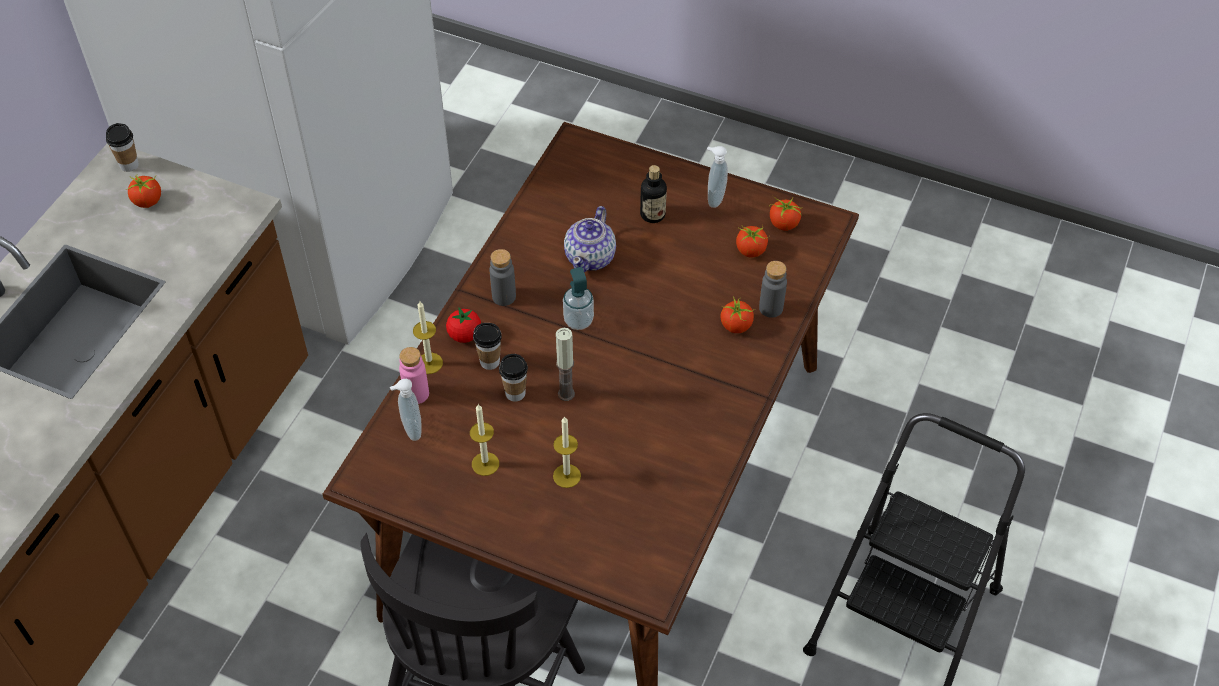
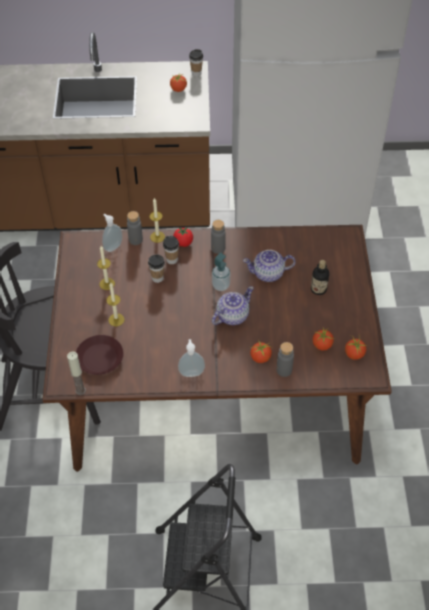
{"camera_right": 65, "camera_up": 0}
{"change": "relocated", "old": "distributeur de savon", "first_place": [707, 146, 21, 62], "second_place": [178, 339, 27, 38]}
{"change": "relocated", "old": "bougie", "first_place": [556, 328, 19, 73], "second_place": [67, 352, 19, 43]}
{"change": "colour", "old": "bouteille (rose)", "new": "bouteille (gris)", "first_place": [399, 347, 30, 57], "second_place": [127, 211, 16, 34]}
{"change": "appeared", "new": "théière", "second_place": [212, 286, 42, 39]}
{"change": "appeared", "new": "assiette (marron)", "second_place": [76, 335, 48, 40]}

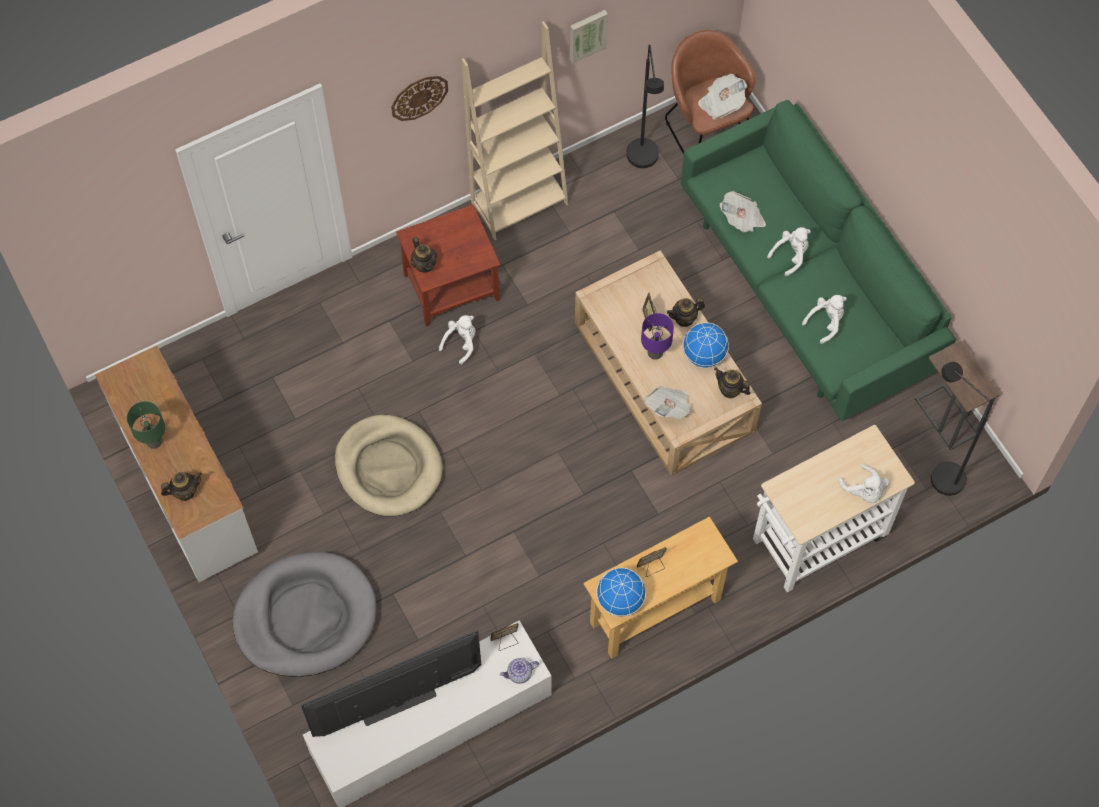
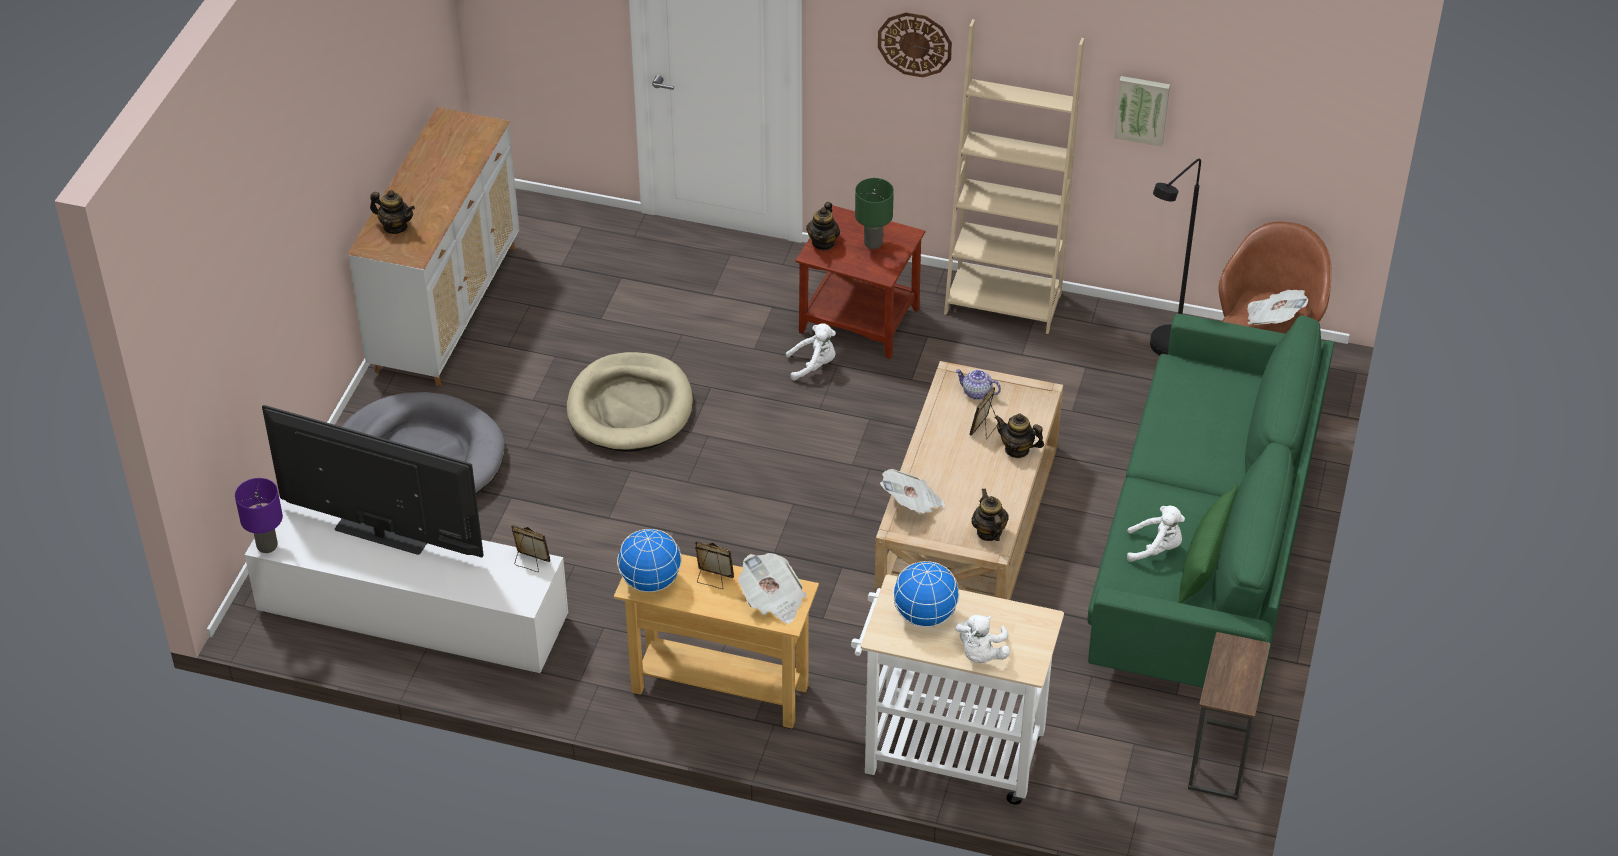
{"camera_right": 45, "camera_up": -20}
{"change": "relocated", "old": "journal", "first_place": [720, 191, 46, 41], "second_place": [738, 553, 69, 71]}
{"change": "missing", "old": "peluche (blanc)", "first_place": [767, 227, 44, 49]}
{"change": "relocated", "old": "lampe de table (violet)", "first_place": [641, 313, 33, 47], "second_place": [235, 478, 48, 75]}
{"change": "relocated", "old": "globe", "first_place": [683, 322, 46, 46], "second_place": [893, 561, 67, 66]}
{"change": "missing", "old": "lampadaire (noir)", "first_place": [931, 362, 61, 134]}
{"change": "relocated", "old": "lampe de table (vert)", "first_place": [127, 401, 38, 48], "second_place": [855, 178, 39, 71]}
{"change": "relocated", "old": "théière", "first_place": [500, 658, 39, 26], "second_place": [955, 369, 46, 31]}
{"change": "appeared", "new": "coussin (vert)", "second_place": [1179, 485, 59, 118]}

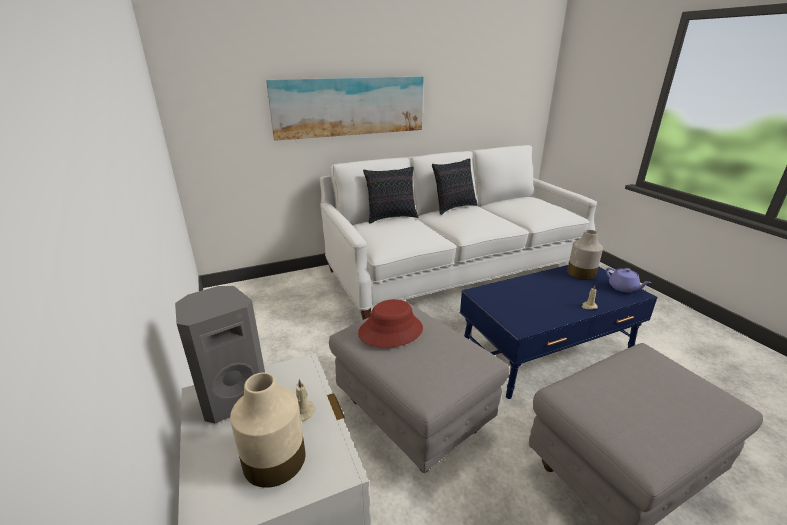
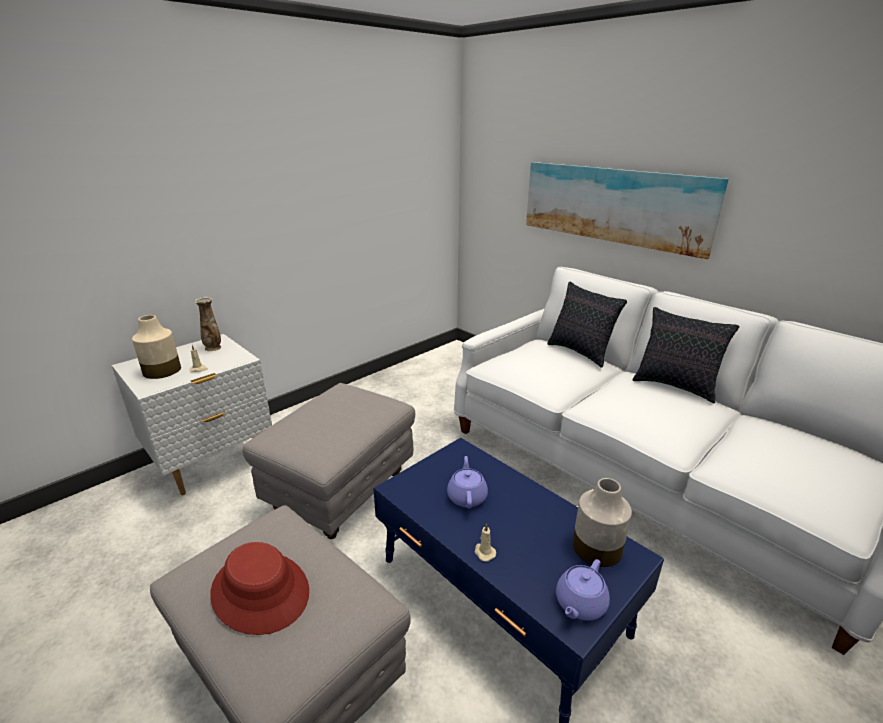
{"camera_right": 70, "camera_up": 0}
{"change": "exchanged", "old": "enceinte (gris)", "new": "vase", "first_place": [175, 286, 90, 138], "second_place": [194, 297, 27, 54]}
{"change": "relocated", "old": "chapeau (rouge)", "first_place": [358, 299, 65, 49], "second_place": [210, 542, 99, 93]}
{"change": "appeared", "new": "théière (violet)", "second_place": [447, 456, 41, 53]}

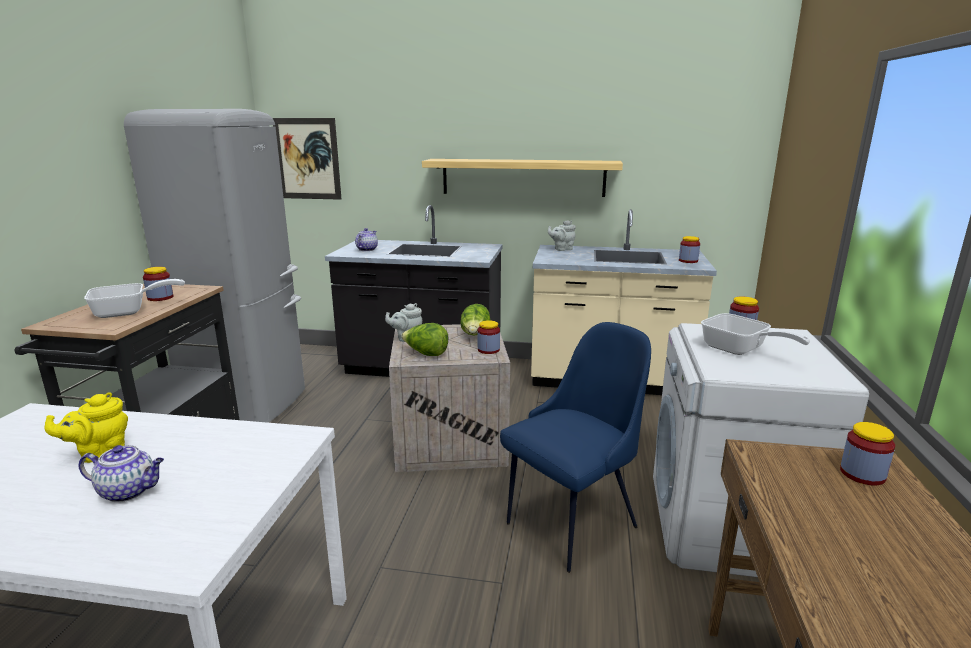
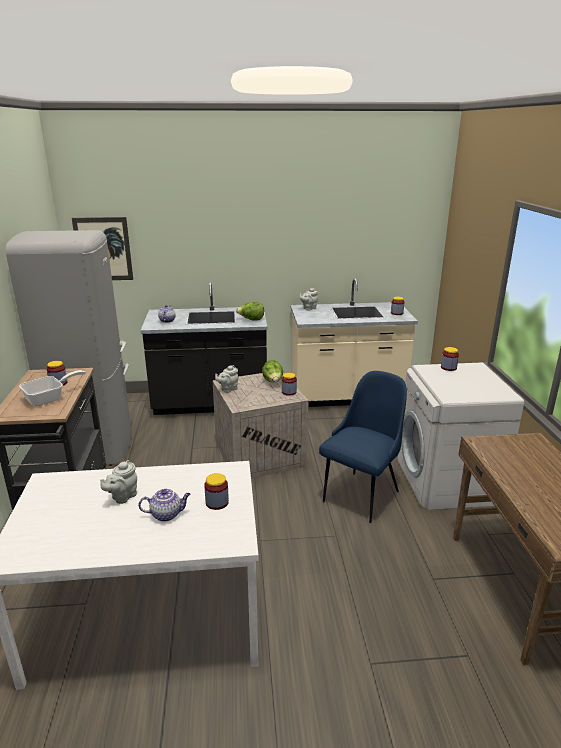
{"camera_right": -15, "camera_up": 5}
{"change": "missing", "old": "étagère", "first_place": [422, 159, 201, 38]}
{"change": "missing", "old": "poêle", "first_place": [701, 313, 109, 42]}
{"change": "relocated", "old": "laitue", "first_place": [401, 323, 47, 33], "second_place": [236, 302, 28, 19]}
{"change": "colour", "old": "théière (jaune)", "new": "théière (gris)", "first_place": [45, 392, 83, 71], "second_place": [100, 460, 37, 44]}
{"change": "relocated", "old": "bocal", "first_place": [840, 422, 55, 63], "second_place": [204, 473, 25, 37]}

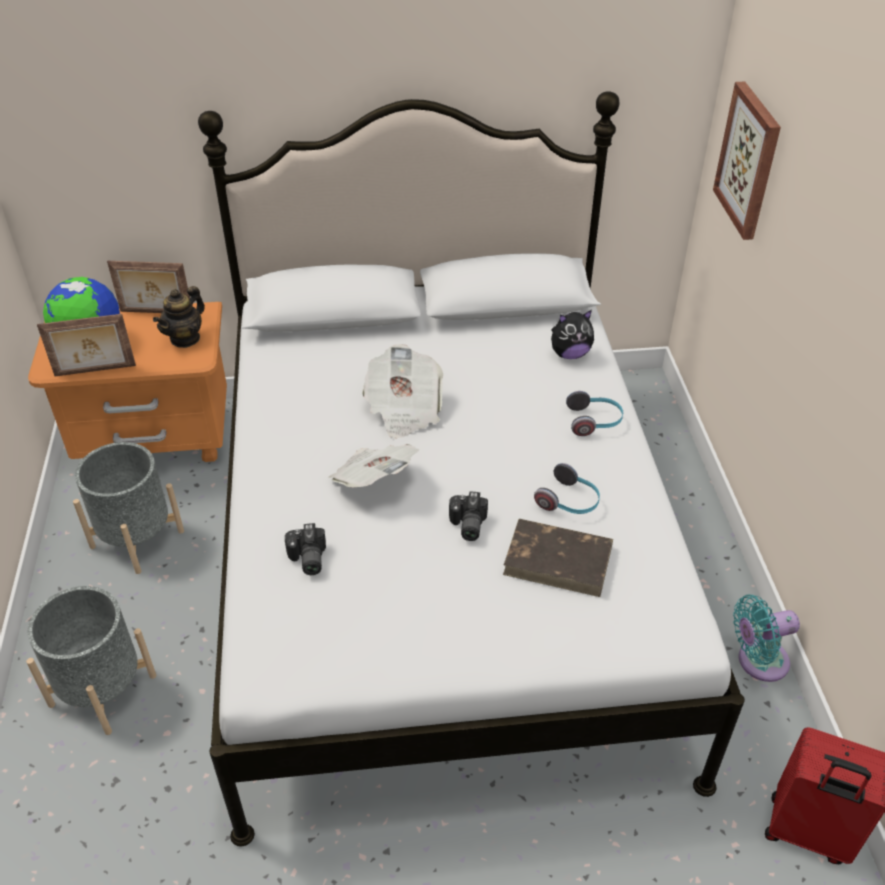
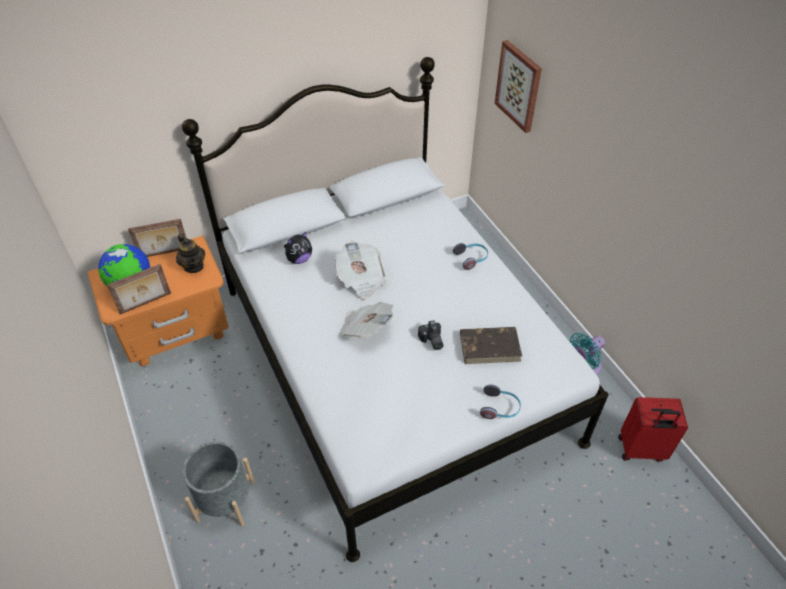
{"camera_right": -20, "camera_up": 5}
{"change": "spun", "old": "théière", "first_place": [153, 286, 52, 62], "second_place": [176, 234, 29, 39], "degrees": -45}
{"change": "relocated", "old": "peluche", "first_place": [551, 310, 43, 49], "second_place": [284, 232, 28, 32]}
{"change": "missing", "old": "cache-pot (gris)", "first_place": [73, 442, 111, 132]}
{"change": "relocated", "old": "casque audio", "first_place": [534, 463, 66, 51], "second_place": [480, 385, 41, 34]}
{"change": "missing", "old": "appareil photo", "first_place": [285, 523, 41, 52]}

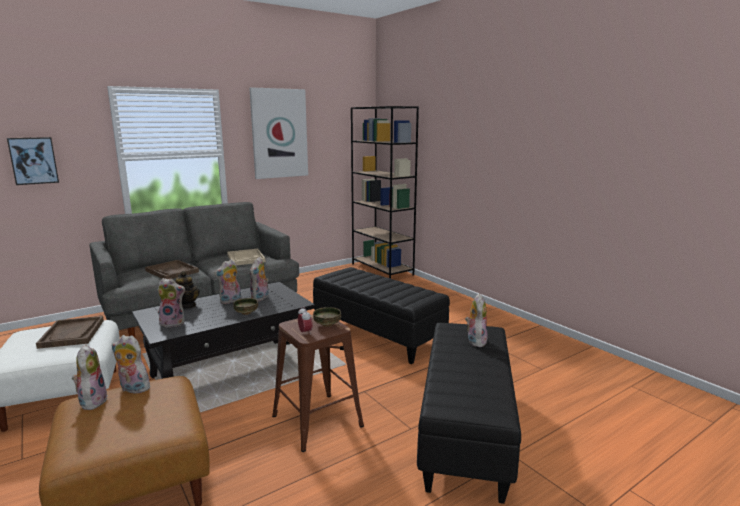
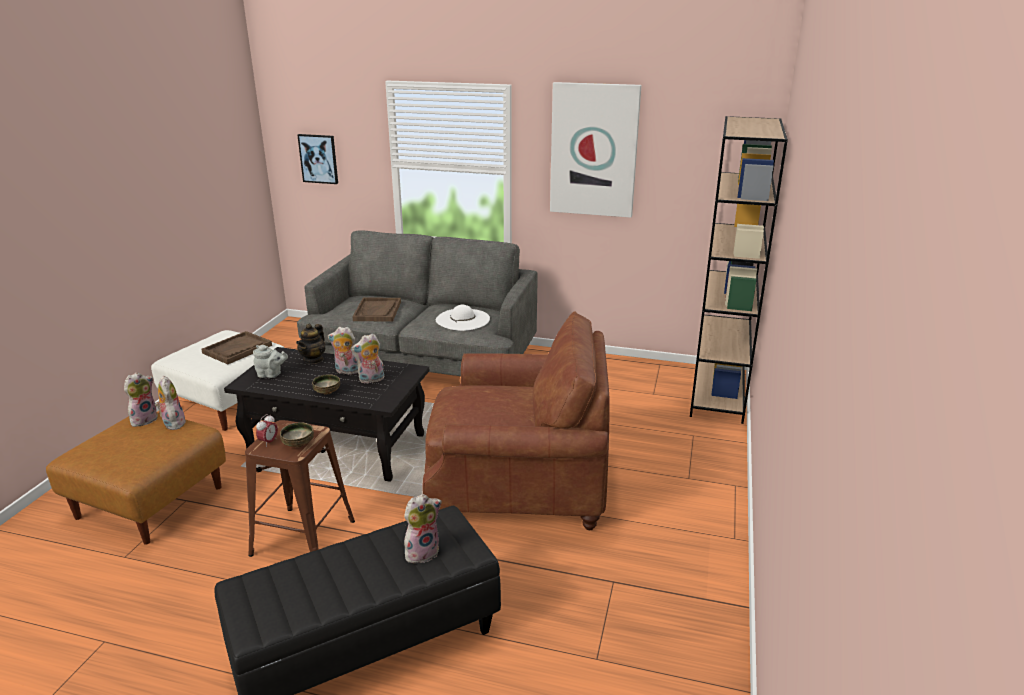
{"camera_right": 50, "camera_up": 10}
{"change": "exchanged", "old": "plateau (beige)", "new": "chapeau (blanc)", "first_place": [227, 249, 39, 16], "second_place": [436, 305, 54, 26]}
{"change": "exchanged", "old": "pouf (noir)", "new": "fauteuil (marron)", "first_place": [313, 267, 137, 97], "second_place": [422, 311, 188, 219]}
{"change": "exchanged", "old": "peluche", "new": "théière (gris)", "first_place": [158, 278, 27, 49], "second_place": [253, 345, 35, 33]}

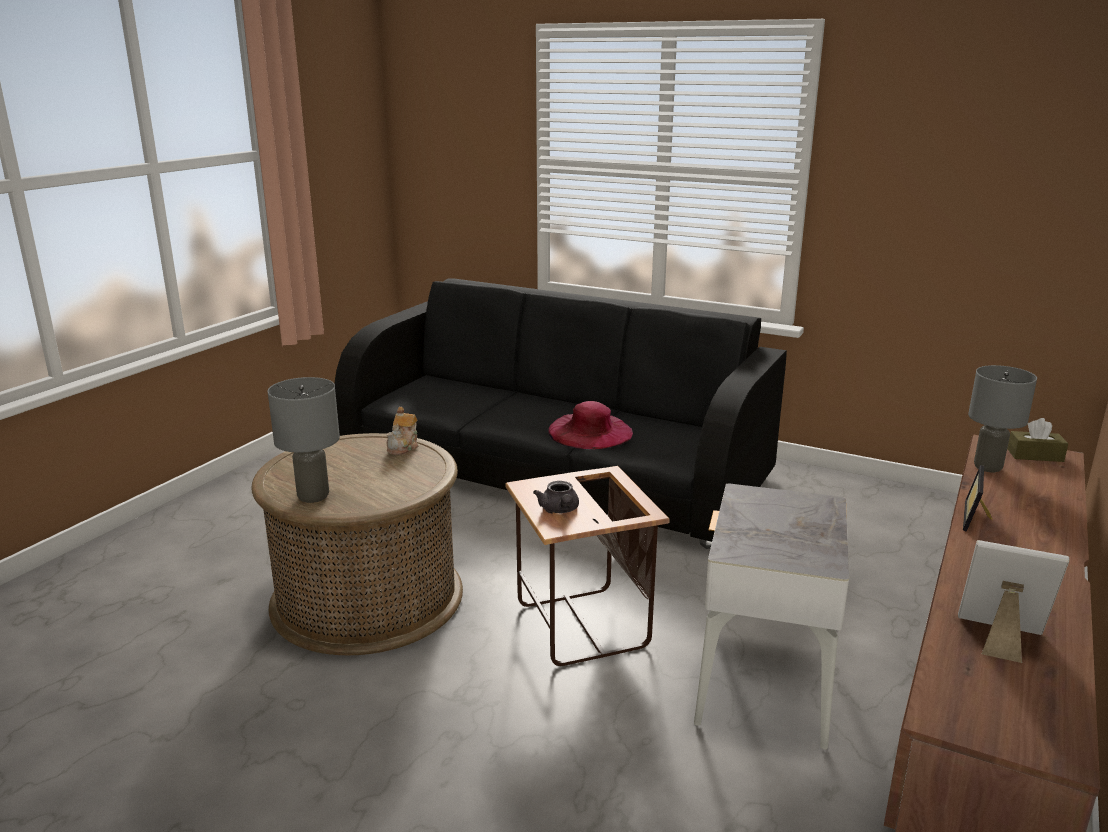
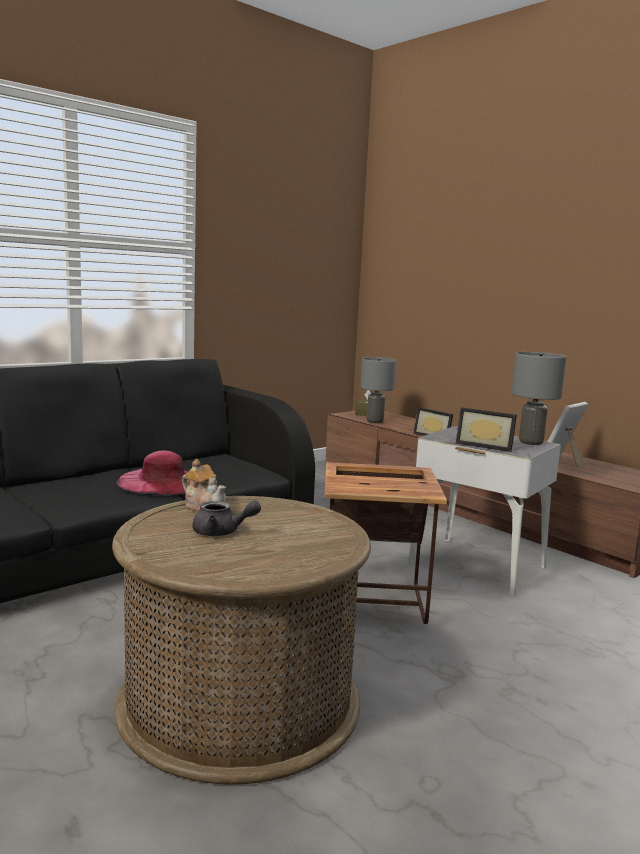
{"camera_right": -70, "camera_up": -10}
{"change": "relocated", "old": "lampe de table (gris)", "first_place": [268, 377, 72, 126], "second_place": [512, 352, 55, 93]}
{"change": "relocated", "old": "théière (gris)", "first_place": [533, 481, 46, 32], "second_place": [192, 500, 69, 36]}
{"change": "appeared", "new": "cadre photo", "second_place": [456, 407, 61, 45]}

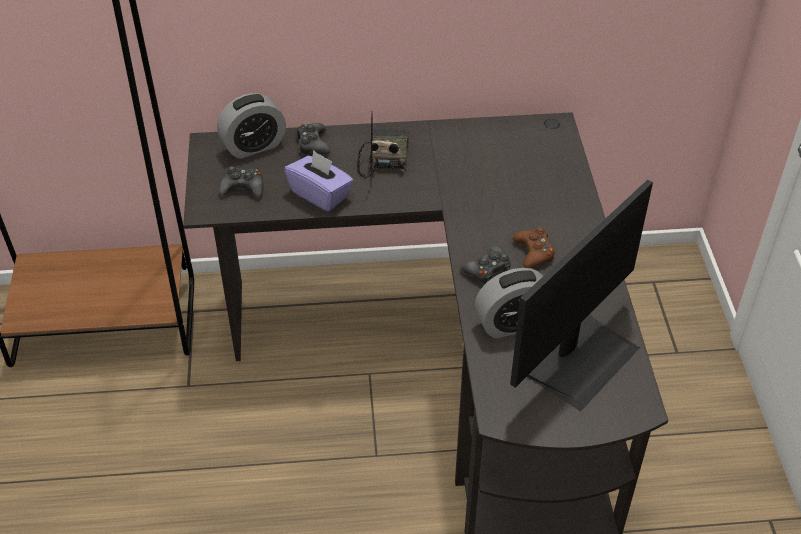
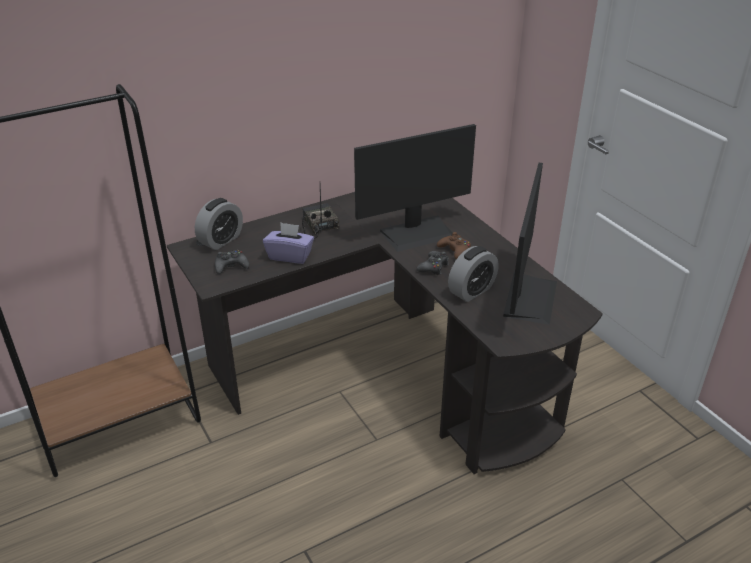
{"camera_right": -25, "camera_up": -10}
{"change": "missing", "old": "manette (noir)", "first_place": [296, 123, 34, 31]}
{"change": "appeared", "new": "écran d'ordinateur", "second_place": [354, 124, 122, 128]}

